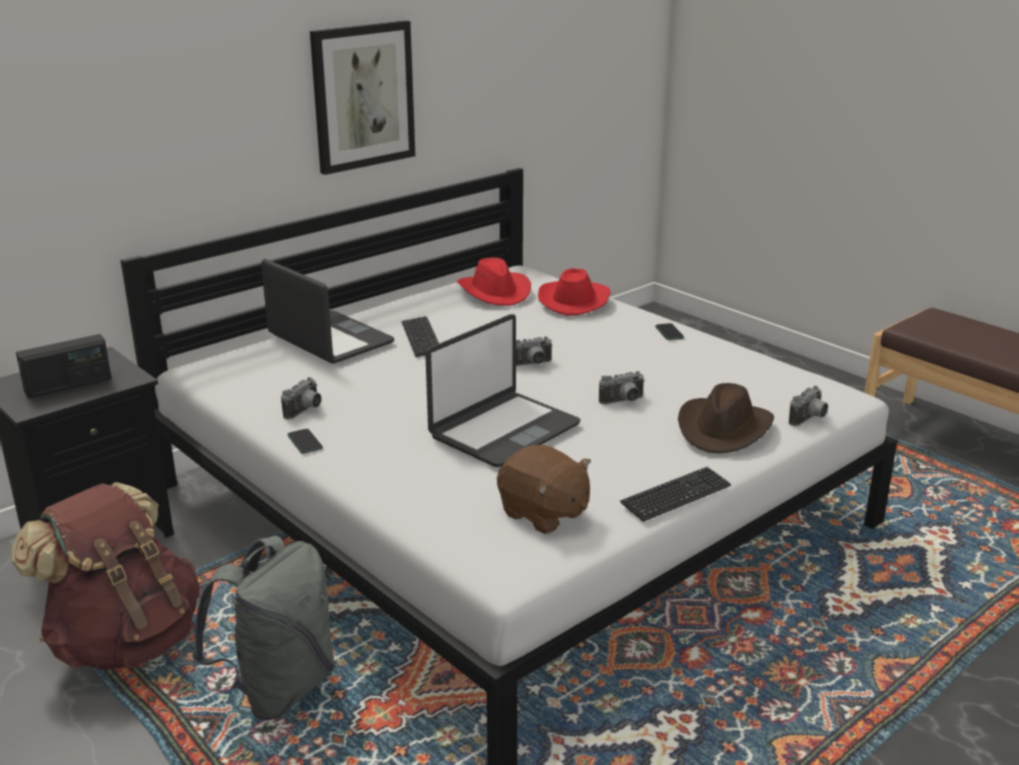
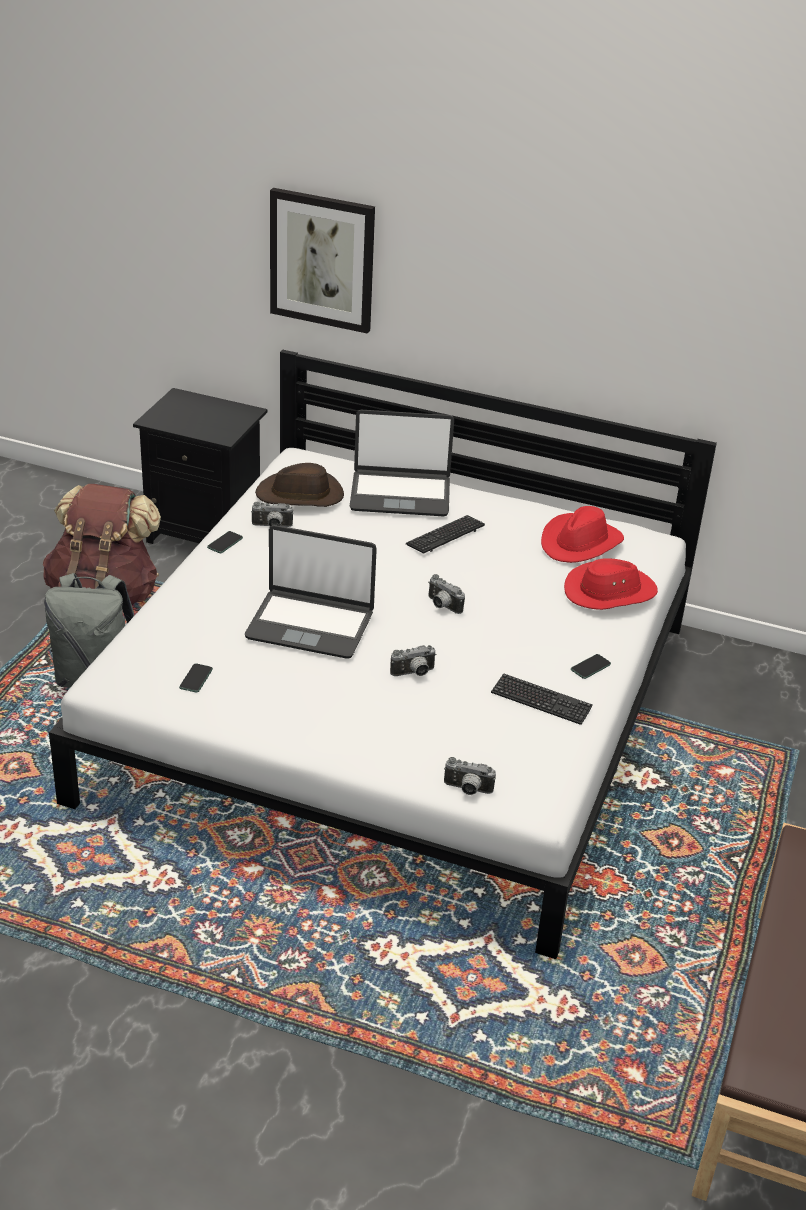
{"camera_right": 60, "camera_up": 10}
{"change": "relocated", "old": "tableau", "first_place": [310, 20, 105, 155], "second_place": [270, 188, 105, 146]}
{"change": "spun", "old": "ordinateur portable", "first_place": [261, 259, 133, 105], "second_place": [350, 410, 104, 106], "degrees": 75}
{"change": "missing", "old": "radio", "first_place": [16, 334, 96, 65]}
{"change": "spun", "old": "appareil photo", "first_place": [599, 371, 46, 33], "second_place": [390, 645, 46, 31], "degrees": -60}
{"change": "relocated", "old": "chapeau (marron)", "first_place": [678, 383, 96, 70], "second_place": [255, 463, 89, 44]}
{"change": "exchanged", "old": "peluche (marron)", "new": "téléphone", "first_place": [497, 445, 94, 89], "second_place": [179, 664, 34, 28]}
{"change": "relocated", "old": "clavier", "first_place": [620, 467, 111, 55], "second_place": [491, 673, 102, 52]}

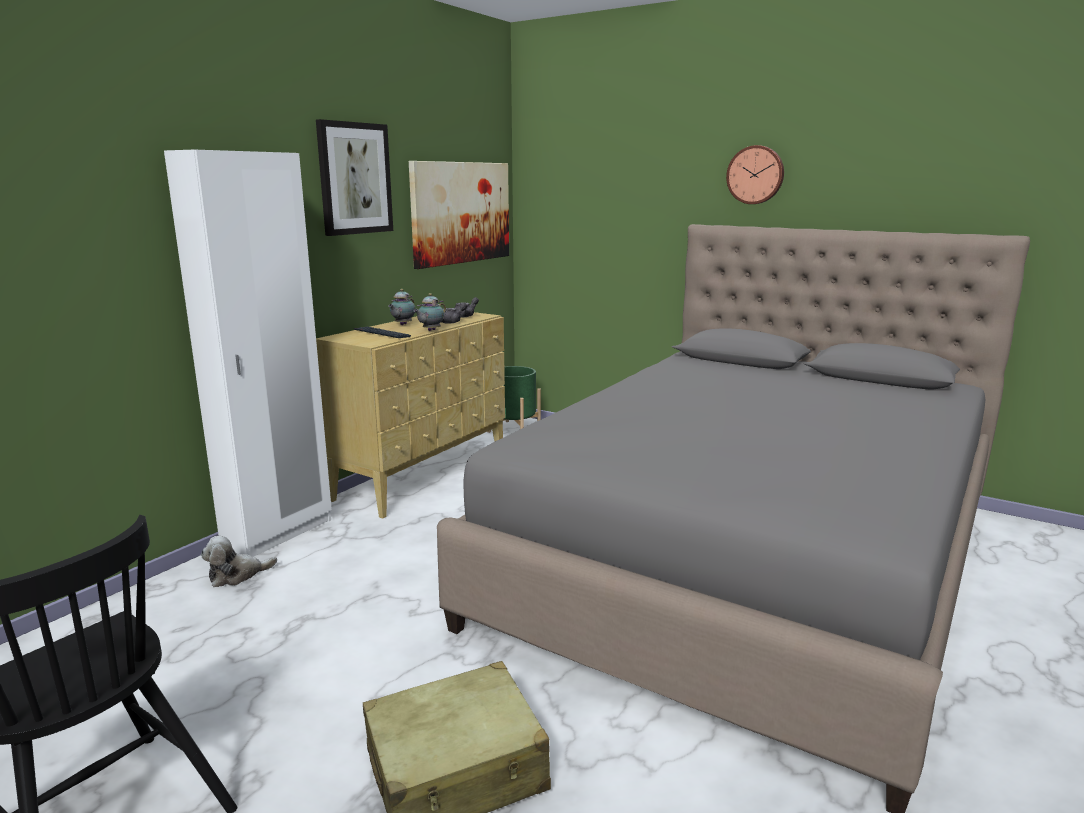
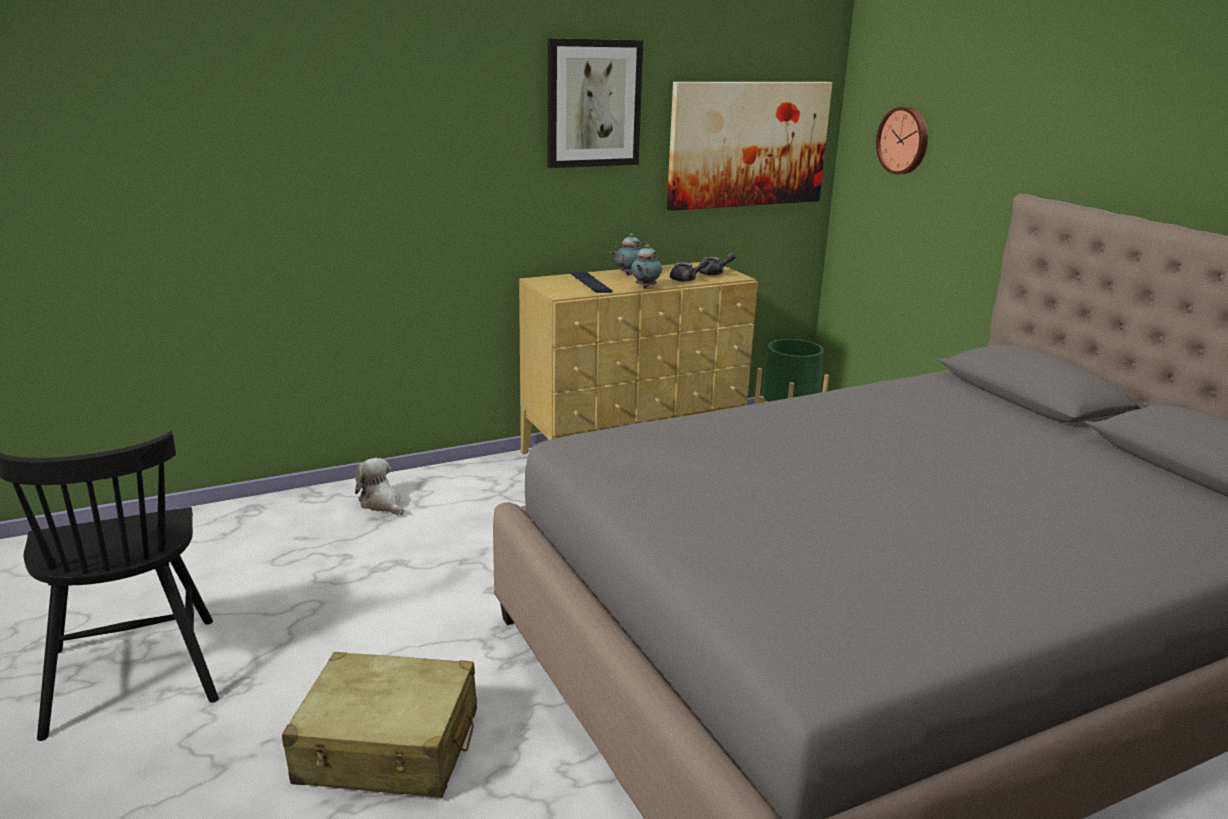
{"camera_right": 30, "camera_up": 5}
{"change": "relocated", "old": "horloge murale", "first_place": [726, 145, 58, 59], "second_place": [876, 107, 52, 67]}
{"change": "missing", "old": "armoire (blanc)", "first_place": [164, 150, 168, 407]}
{"change": "spun", "old": "théière", "first_place": [414, 293, 32, 38], "second_place": [631, 244, 31, 44], "degrees": -45}
{"change": "spun", "old": "peluche", "first_place": [201, 536, 76, 51], "second_place": [355, 458, 49, 57], "degrees": 45}

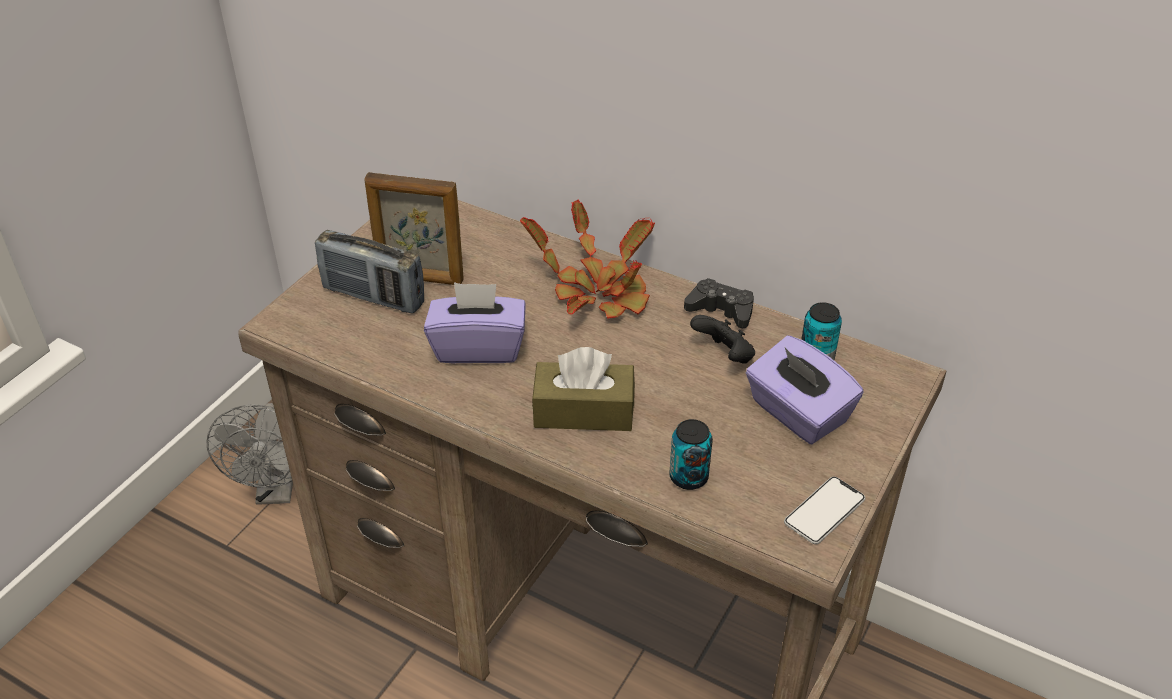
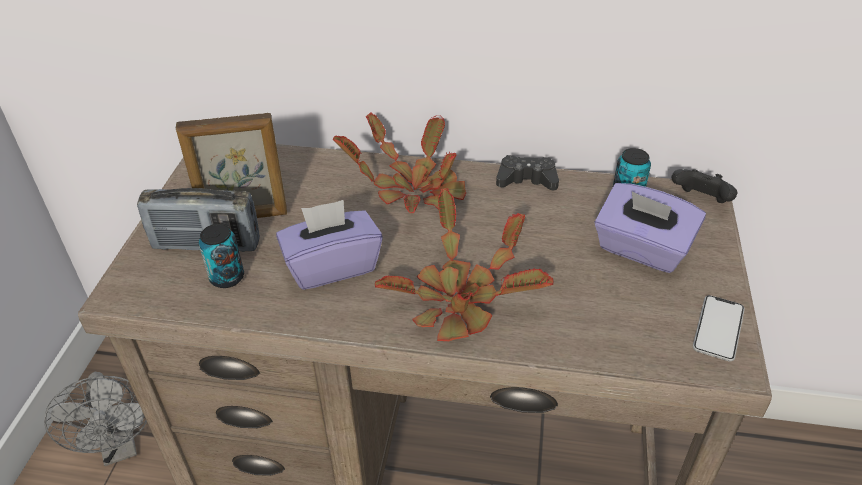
{"camera_right": -20, "camera_up": 0}
{"change": "relocated", "old": "manette (noir)", "first_place": [690, 315, 65, 49], "second_place": [671, 169, 66, 34]}
{"change": "exchanged", "old": "boîte à mouchoirs (marron)", "new": "plante en pot", "first_place": [532, 347, 103, 84], "second_place": [375, 188, 178, 153]}
{"change": "relocated", "old": "boîte métallique", "first_place": [669, 419, 44, 71], "second_place": [199, 224, 45, 64]}

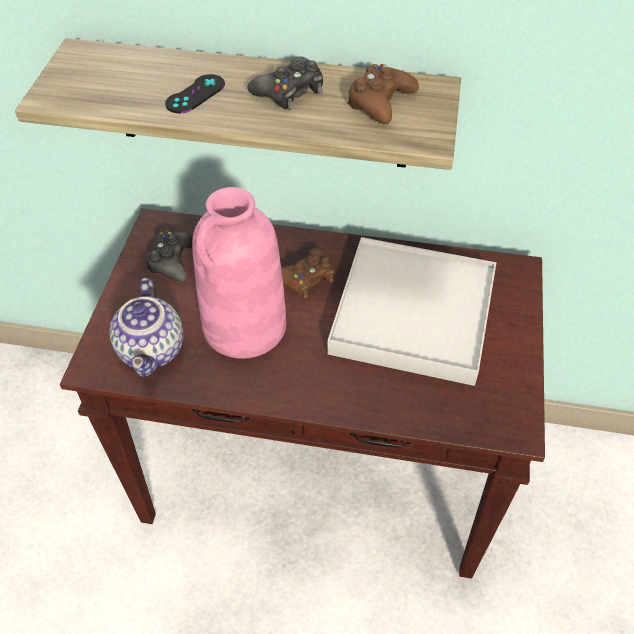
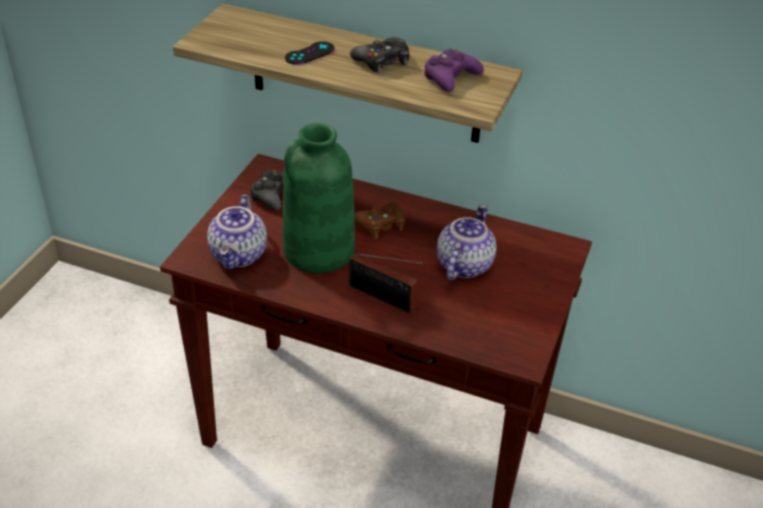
{"camera_right": 10, "camera_up": -10}
{"change": "colour", "old": "manette (marron)", "new": "manette (violet)", "first_place": [347, 64, 72, 60], "second_place": [424, 48, 60, 44]}
{"change": "colour", "old": "vase (rose)", "new": "vase (vert)", "first_place": [192, 187, 94, 172], "second_place": [283, 123, 72, 150]}
{"change": "exchanged", "old": "plateau (blanc)", "new": "théière", "first_place": [327, 237, 169, 149], "second_place": [437, 205, 59, 75]}
{"change": "appeared", "new": "radio", "second_place": [349, 253, 77, 60]}

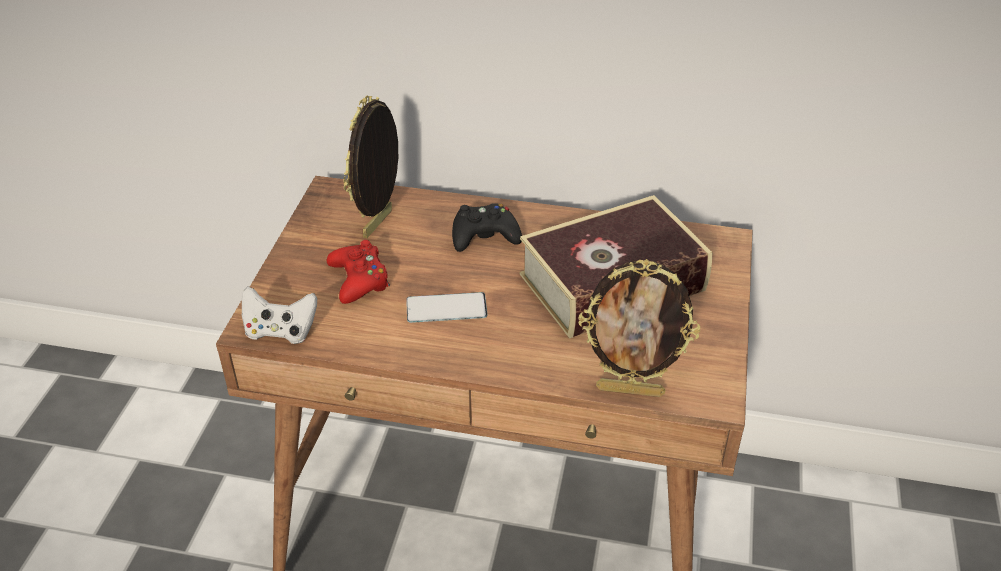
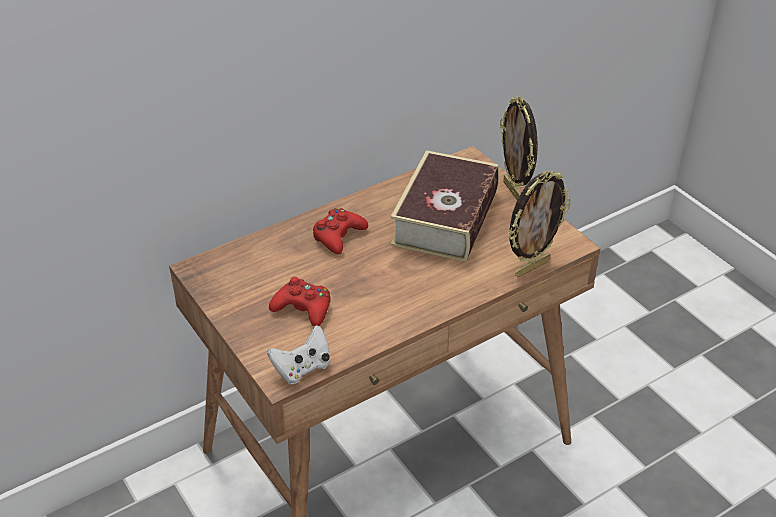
{"camera_right": -45, "camera_up": 0}
{"change": "relocated", "old": "cadre photo", "first_place": [343, 96, 55, 142], "second_place": [500, 96, 38, 104]}
{"change": "colour", "old": "manette (noir)", "new": "manette (rouge)", "first_place": [452, 203, 70, 49], "second_place": [313, 208, 55, 46]}
{"change": "missing", "old": "téléphone", "first_place": [406, 292, 81, 31]}

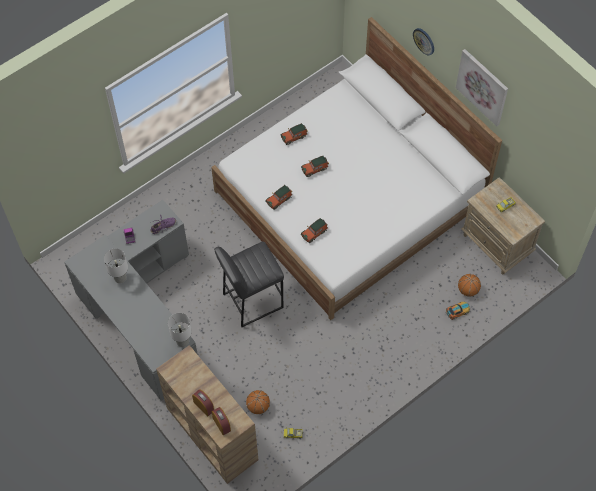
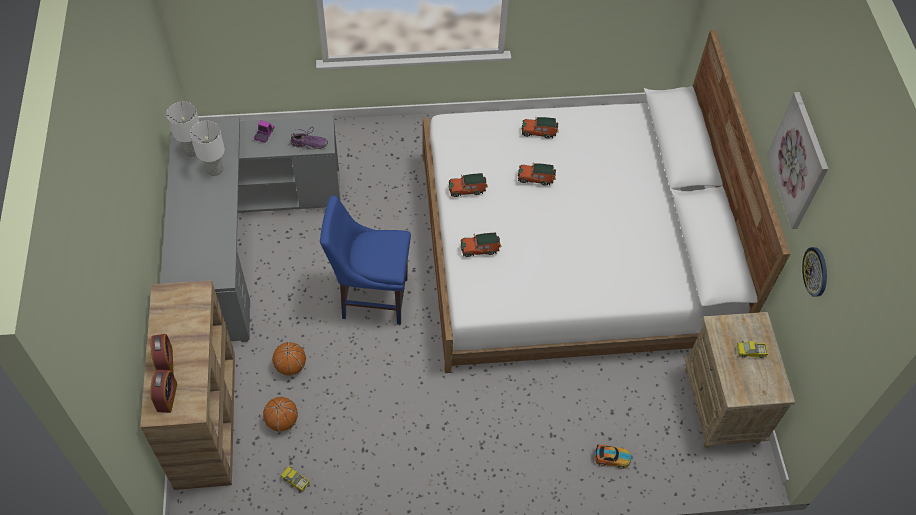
{"camera_right": 30, "camera_up": -5}
{"change": "relocated", "old": "horloge murale", "first_place": [413, 28, 21, 27], "second_place": [802, 247, 25, 50]}
{"change": "exchanged", "old": "tabouret (gris)", "new": "chaise (bleu)", "first_place": [214, 241, 70, 86], "second_place": [320, 196, 91, 129]}
{"change": "relocated", "old": "ballon de basket", "first_place": [458, 274, 23, 23], "second_place": [272, 342, 34, 34]}
{"change": "relocated", "old": "lampe de table (blanc)", "first_place": [168, 313, 24, 34], "second_place": [166, 102, 33, 55]}

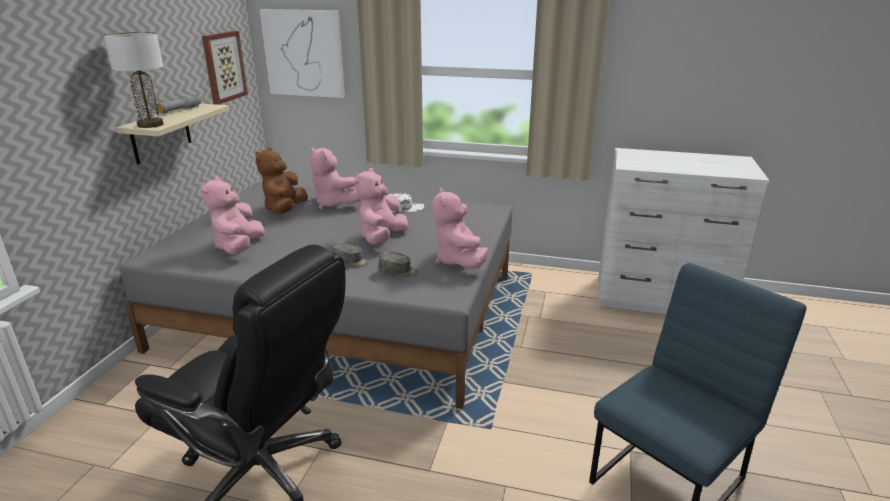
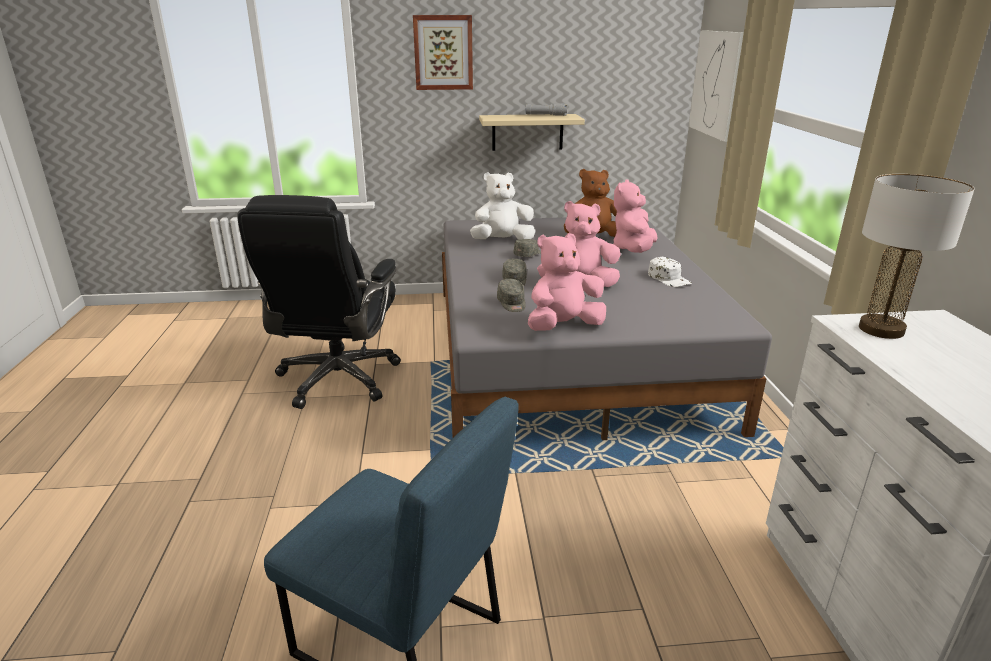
{"camera_right": 70, "camera_up": 0}
{"change": "relocated", "old": "tableau", "first_place": [202, 31, 46, 74], "second_place": [413, 15, 60, 75]}
{"change": "relocated", "old": "lampe de table", "first_place": [104, 32, 59, 96], "second_place": [859, 174, 116, 165]}
{"change": "colour", "old": "peluche (rose)", "new": "peluche (blanc)", "first_place": [202, 176, 63, 78], "second_place": [470, 172, 65, 68]}
{"change": "appeared", "new": "casquette (gris)", "second_place": [513, 239, 28, 18]}

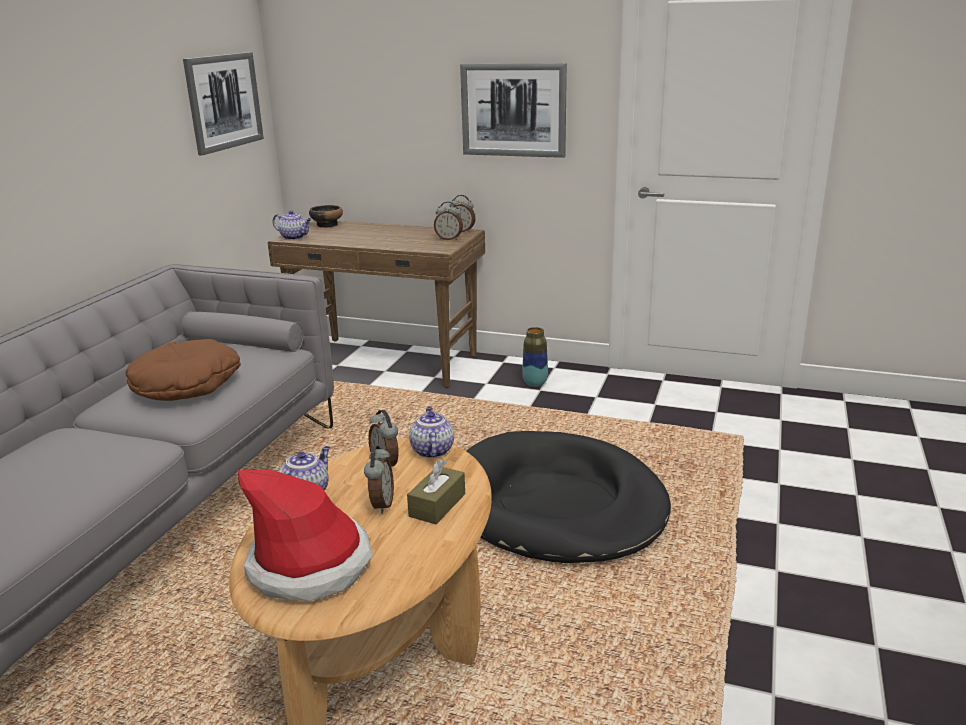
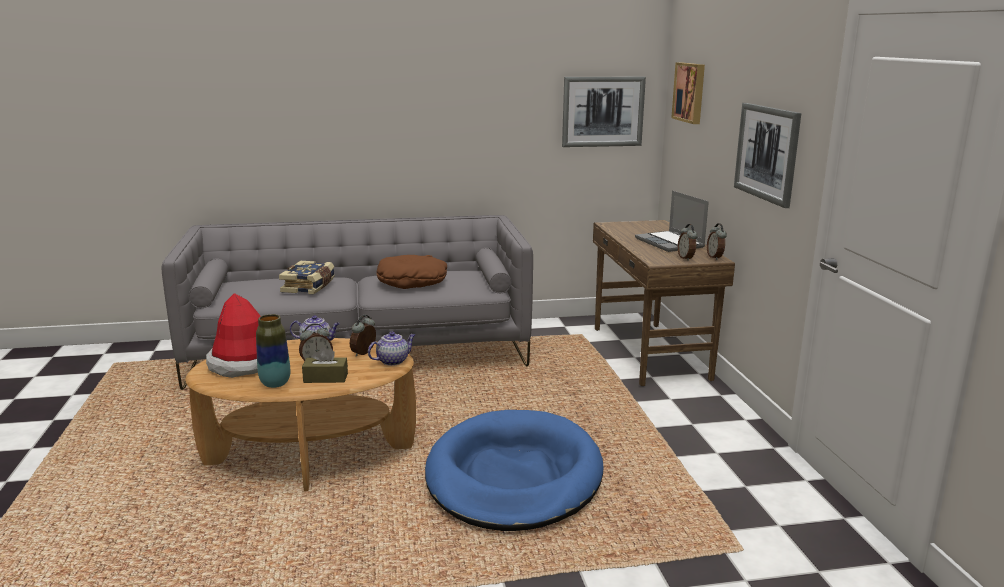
{"camera_right": 60, "camera_up": -5}
{"change": "missing", "old": "bol", "first_place": [309, 205, 34, 23]}
{"change": "missing", "old": "théière", "first_place": [272, 210, 40, 30]}
{"change": "relocated", "old": "vase", "first_place": [522, 327, 26, 60], "second_place": [256, 314, 34, 74]}
{"change": "colour", "old": "panier pour chien (noir)", "new": "panier pour chien (bleu)", "first_place": [466, 431, 205, 132], "second_place": [425, 410, 179, 121]}
{"change": "appeared", "new": "tableau", "second_place": [671, 62, 34, 62]}
{"change": "appeared", "new": "ordinateur portable", "second_place": [635, 191, 74, 61]}
{"change": "appeared", "new": "livre", "second_place": [279, 261, 56, 33]}

